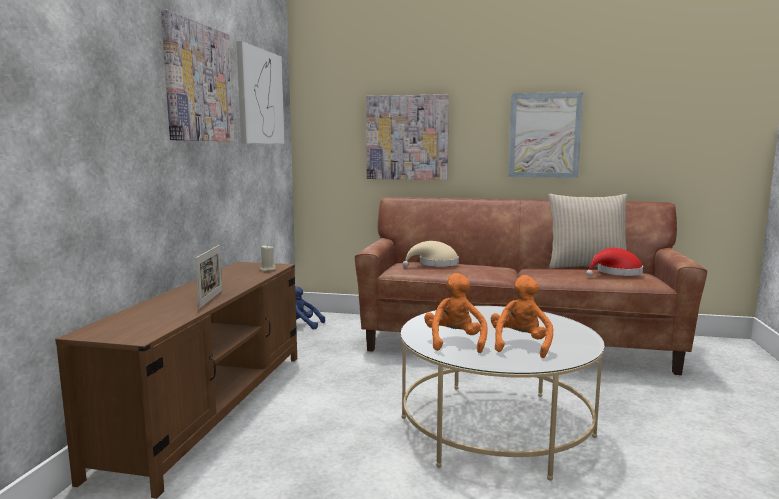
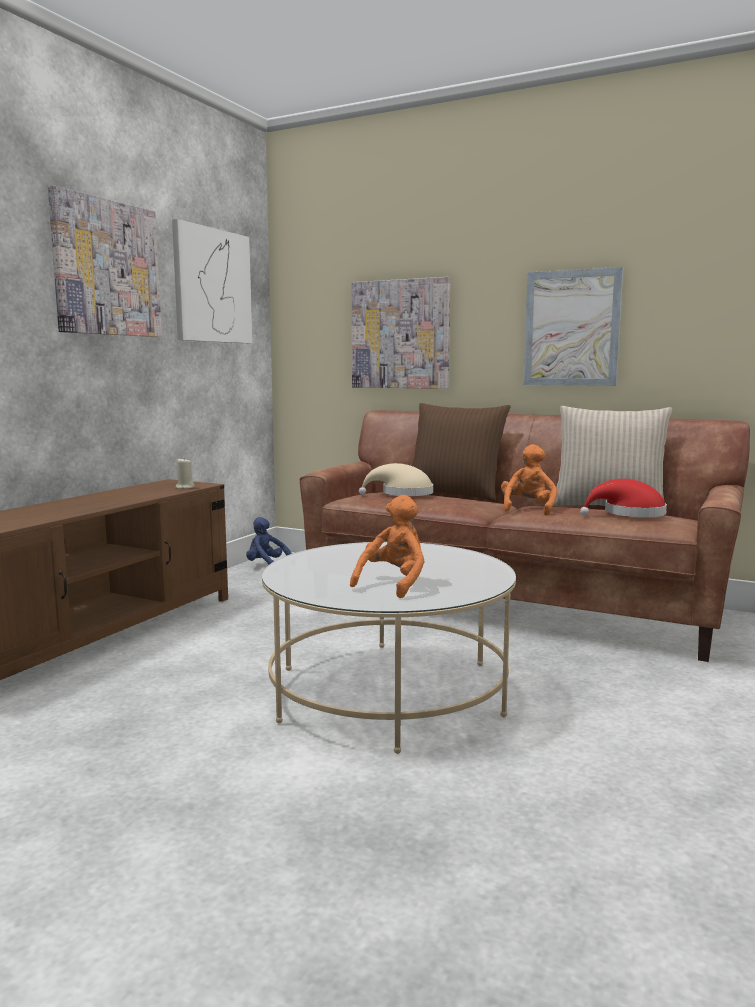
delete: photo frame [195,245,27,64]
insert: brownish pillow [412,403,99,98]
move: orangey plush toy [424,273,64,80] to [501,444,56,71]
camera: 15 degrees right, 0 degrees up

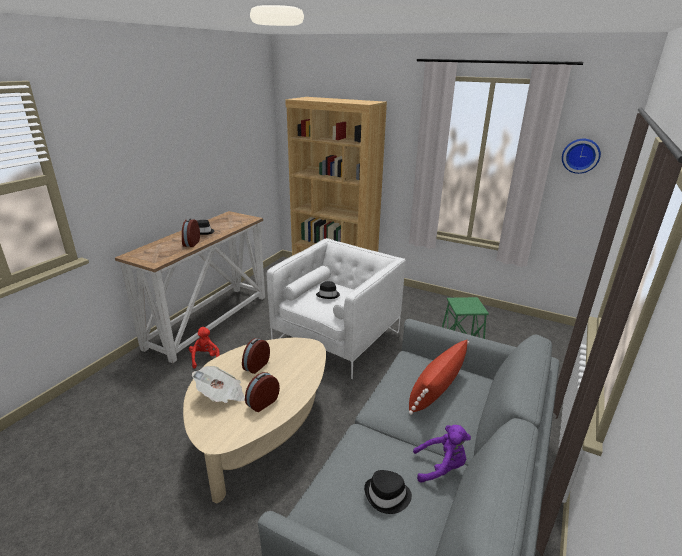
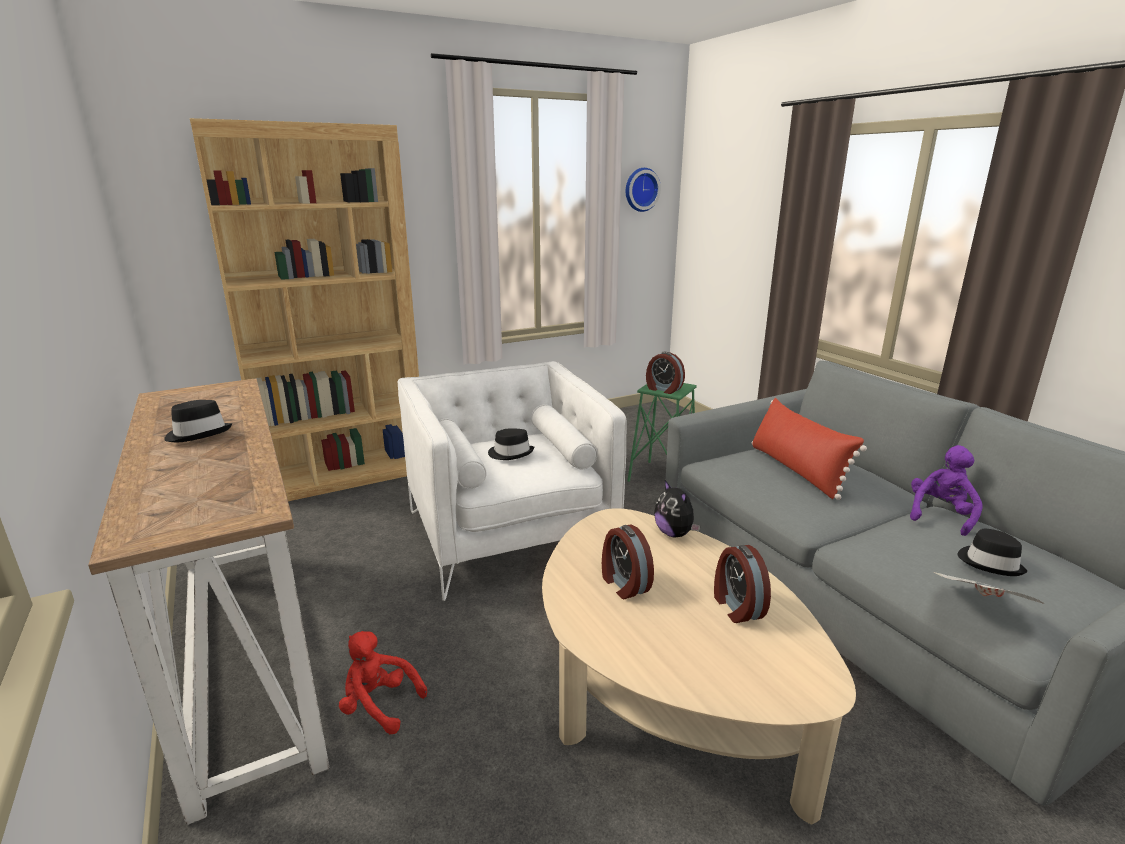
insert: plush toy [654,480,47,58]
move: alarm clock [182,218,18,29] to [646,352,39,42]; printed paper [192,366,53,37] to [934,572,111,32]
camera: 55 degrees left, 5 degrees down

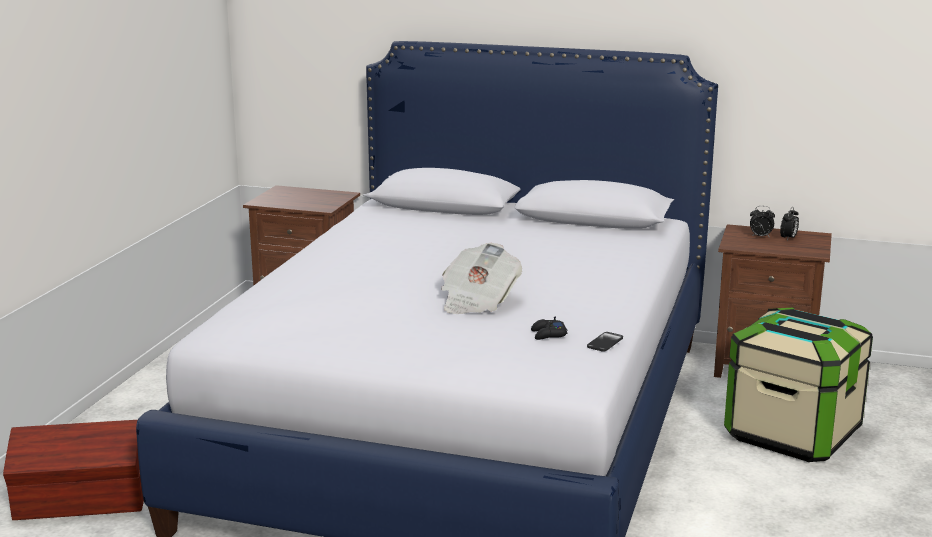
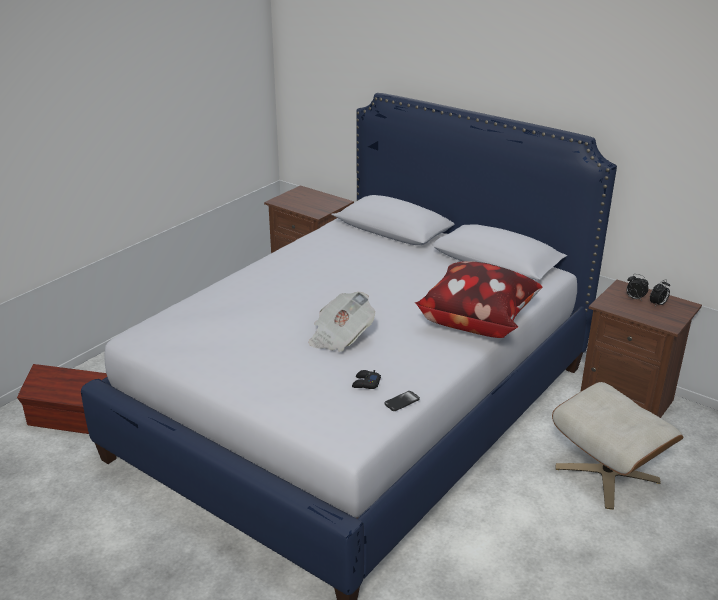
insert: pillow [415,261,127,77]
replace: storage bin [724,308,149,154] to beige pouffe [552,382,131,128]
camera: 20 degrees right, 10 degrees up

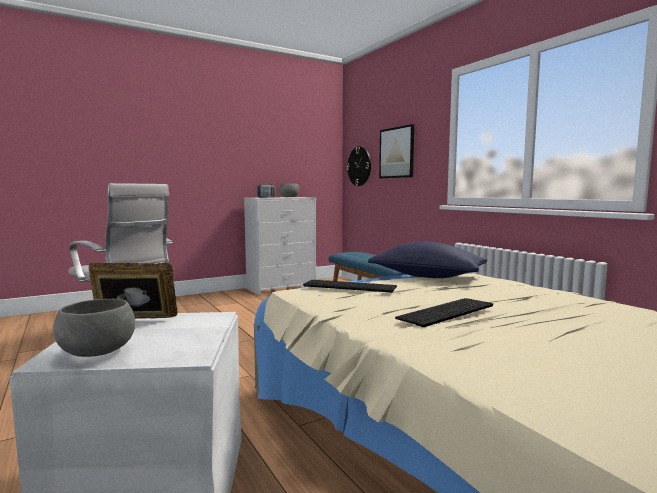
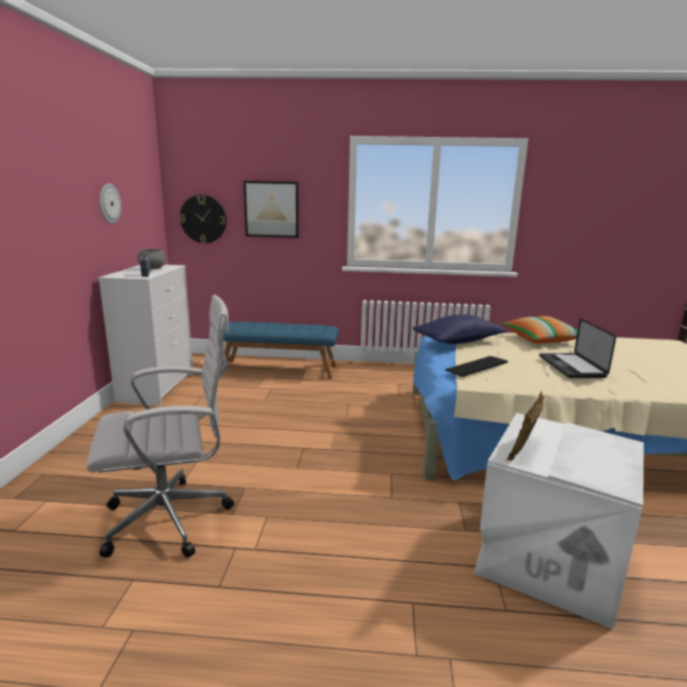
delete: gray deep dish [53,299,82,58]
insert: clock on the wall [100,184,21,40]; pillow [502,316,76,28]
replace: keyboard [395,298,98,29] to laptop [539,318,77,60]
camera: 55 degrees left, 10 degrees up

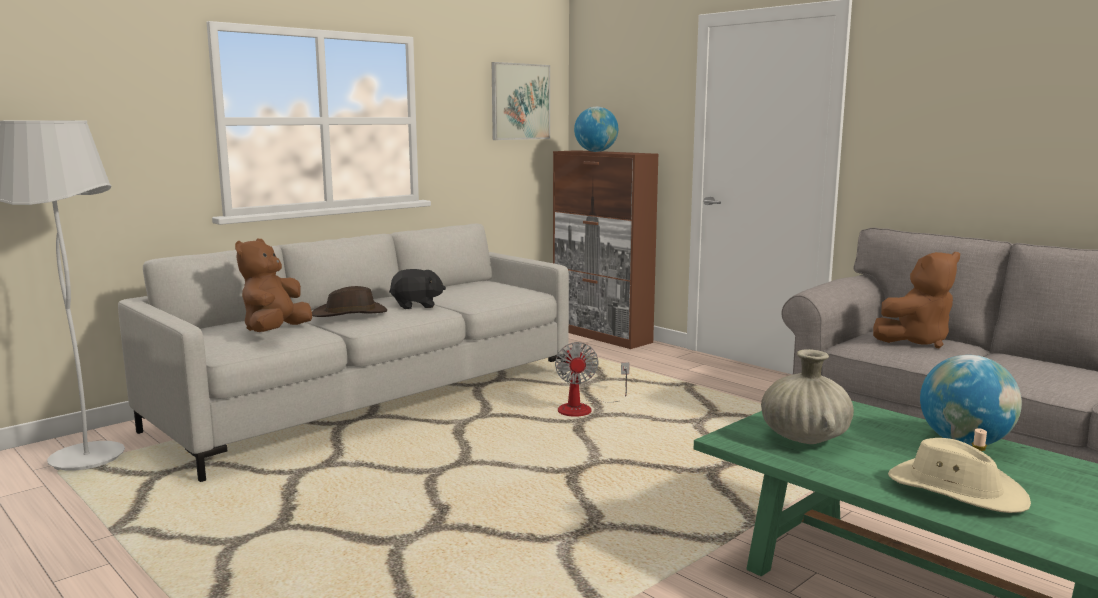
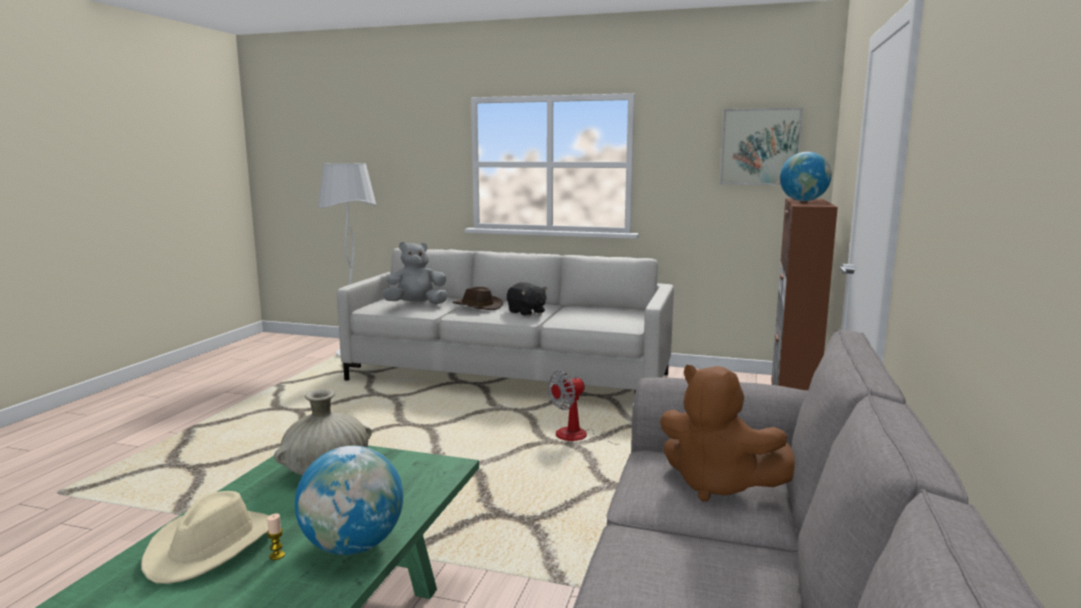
recolor: brownish plush toy [235,239,77,93] to gray plush toy [382,242,66,62]
camera: 60 degrees right, 0 degrees up

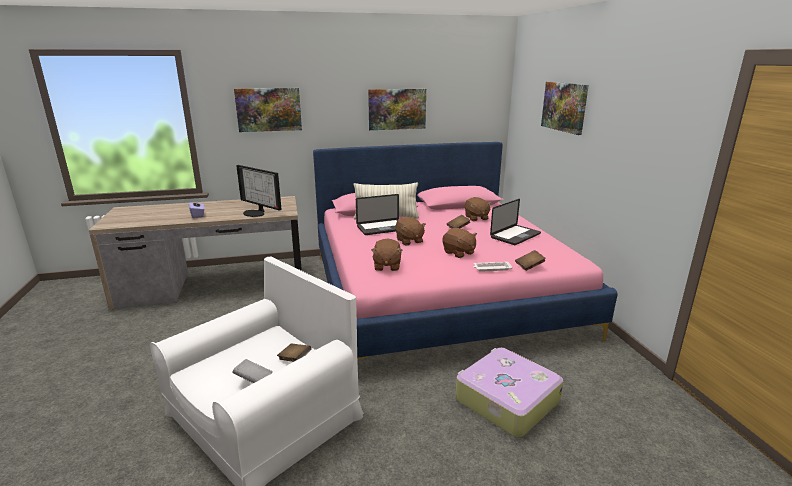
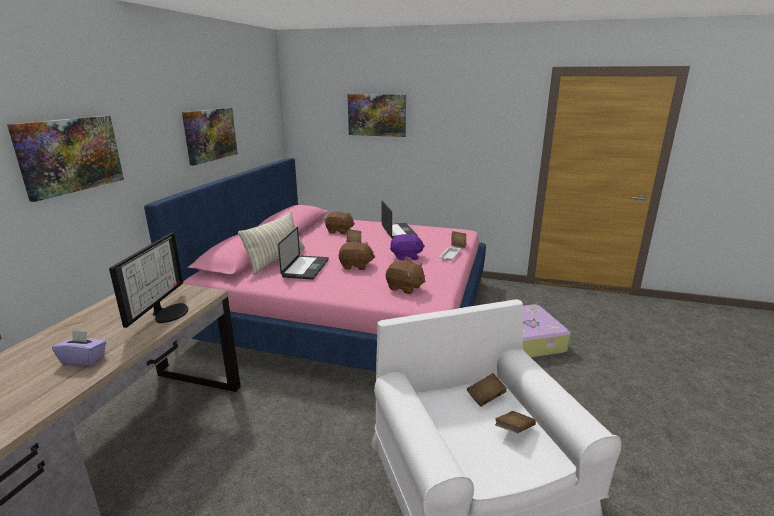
recolor: brownish plush toy [442,228,35,30] to purplish plush toy [390,234,35,26]; gray book [232,359,40,24] to brownish book [495,411,41,22]
rotate: computer screen [236,165,46,52] = [109,233,80,95] 60 degrees counterclockwise
camera: 60 degrees left, 0 degrees up

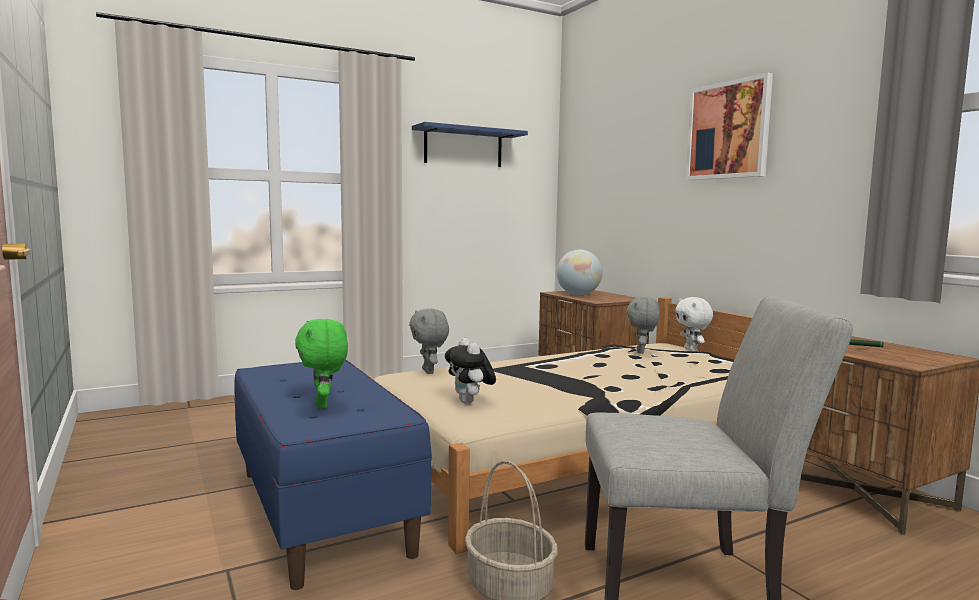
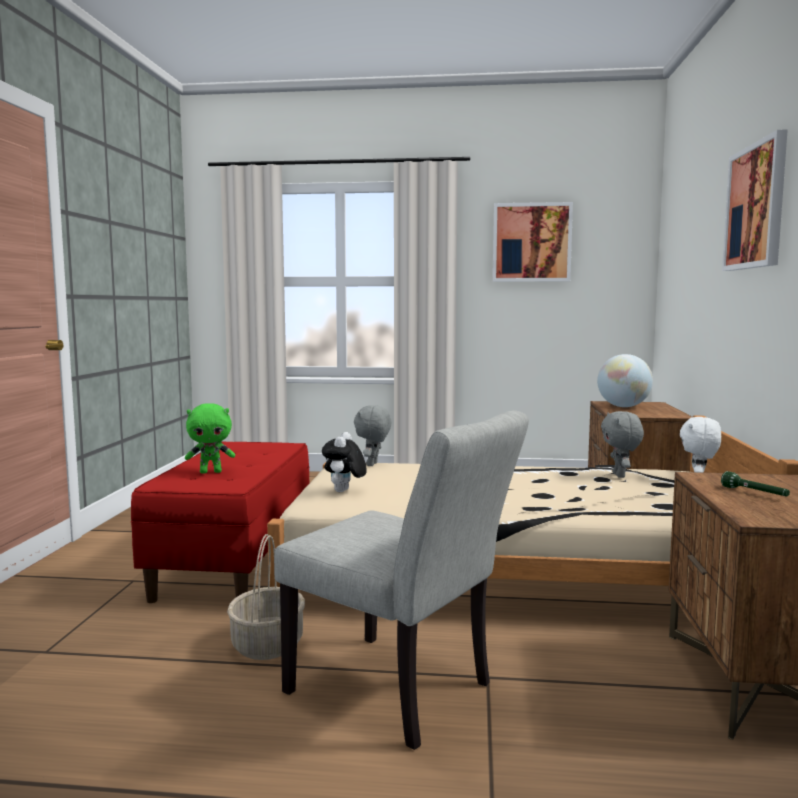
replace: bluish bracket shelf [412,122,116,45] to picture [493,202,80,80]
recolor: bluish indoor bench [234,360,198,230] to red-coloured indoor bench [131,441,179,162]
rotate: green-coloured plush toy [295,319,53,90] = [185,403,50,71] 120 degrees counterclockwise; gray plush toy [627,297,33,57] = [601,411,43,67] 45 degrees counterclockwise
camera: 35 degrees right, 0 degrees up

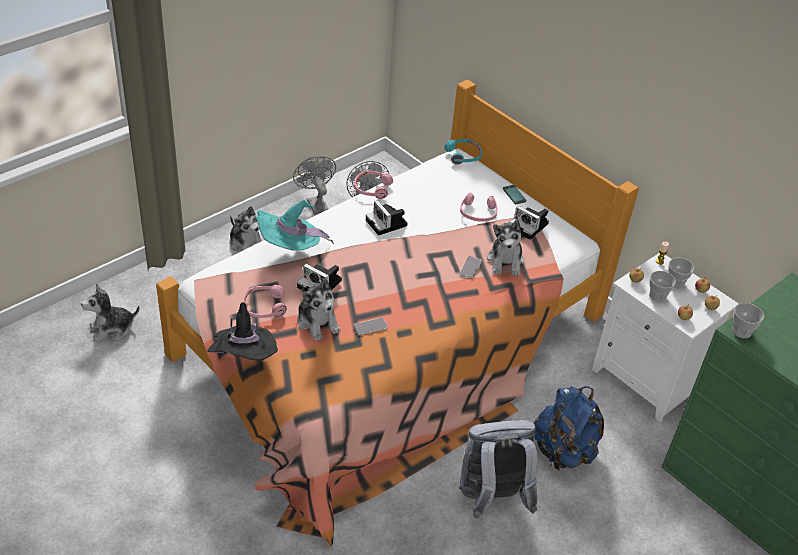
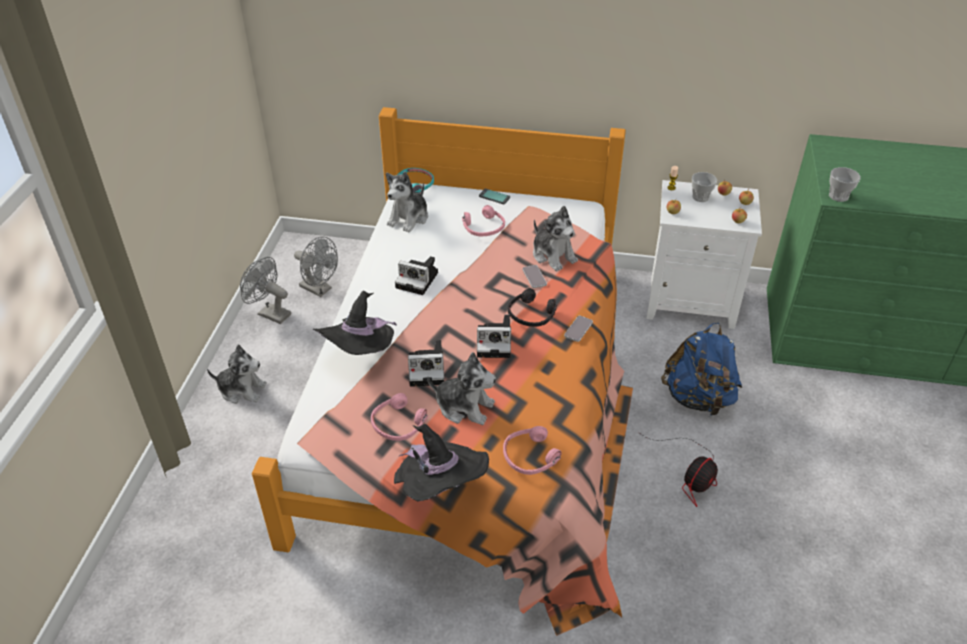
delete: small cup [649,271,27,31]
insert: black-coloured headset [508,288,49,39]
move: plush toy [81,283,58,59] to [386,172,42,61]; still camera [510,206,39,34] to [477,315,34,43]; pink headset [354,171,39,28] to [503,426,59,49]; telephone [354,318,34,17] to [564,316,29,26]
replace: gray rucksack [459,420,79,99] to fan [639,433,79,74]
recolor: turquoise wearable hat [255,199,79,52] to black-coloured wearable hat [313,291,84,64]
camera: 35 degrees left, 0 degrees up

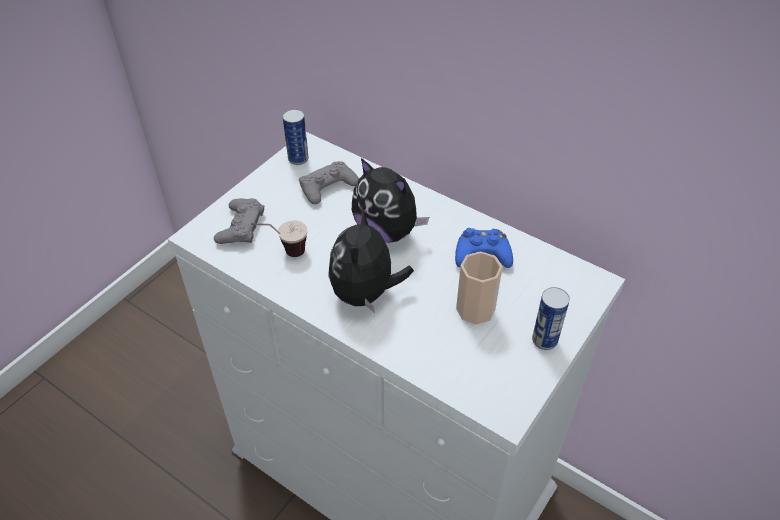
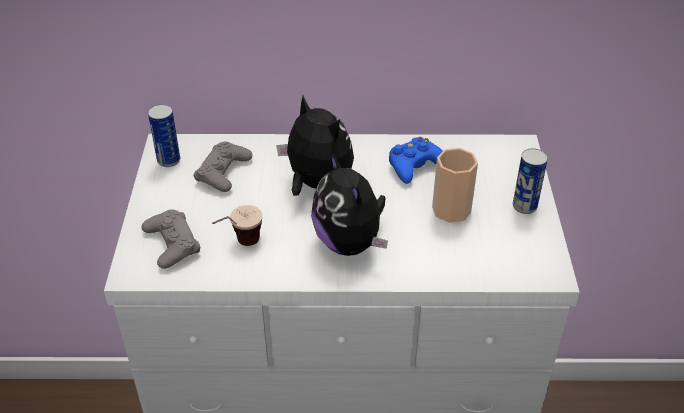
rotate: plush toy [352,158,77,85] = [276,96,78,100] 135 degrees counterclockwise
camera: 35 degrees left, 5 degrees down

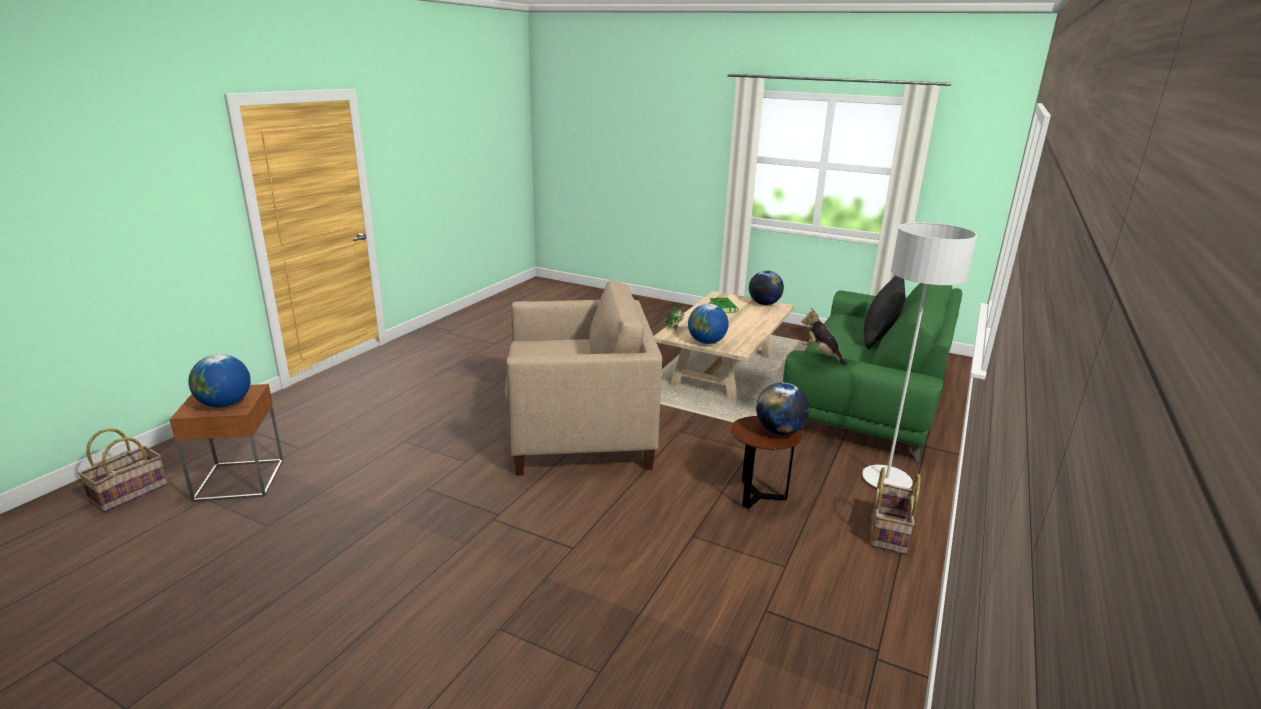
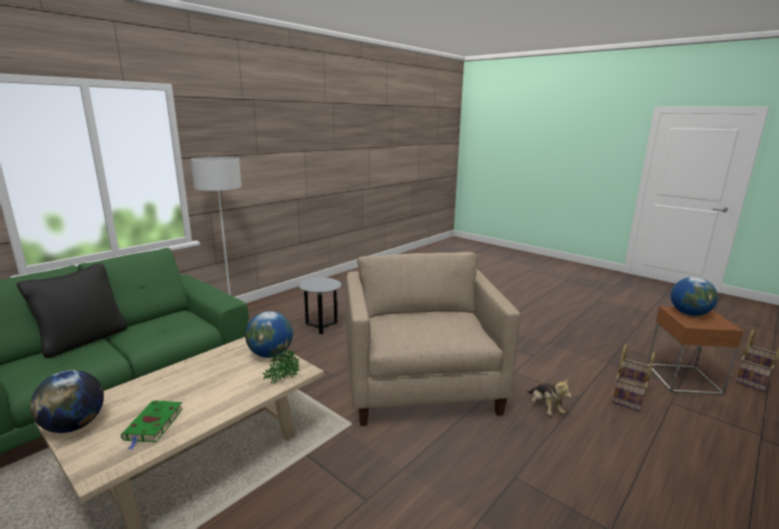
delete: desk globe [756,383,54,52]
move: plush toy [801,308,46,58] to [527,379,45,36]; basket [871,467,50,88] to [612,344,43,67]
recolor: brownish end table [730,416,72,93] to gray end table [298,278,43,56]
rotate: beige lounge chair [505,280,157,196] = [346,252,174,174] 75 degrees clockwise
camera: 165 degrees left, 5 degrees down

